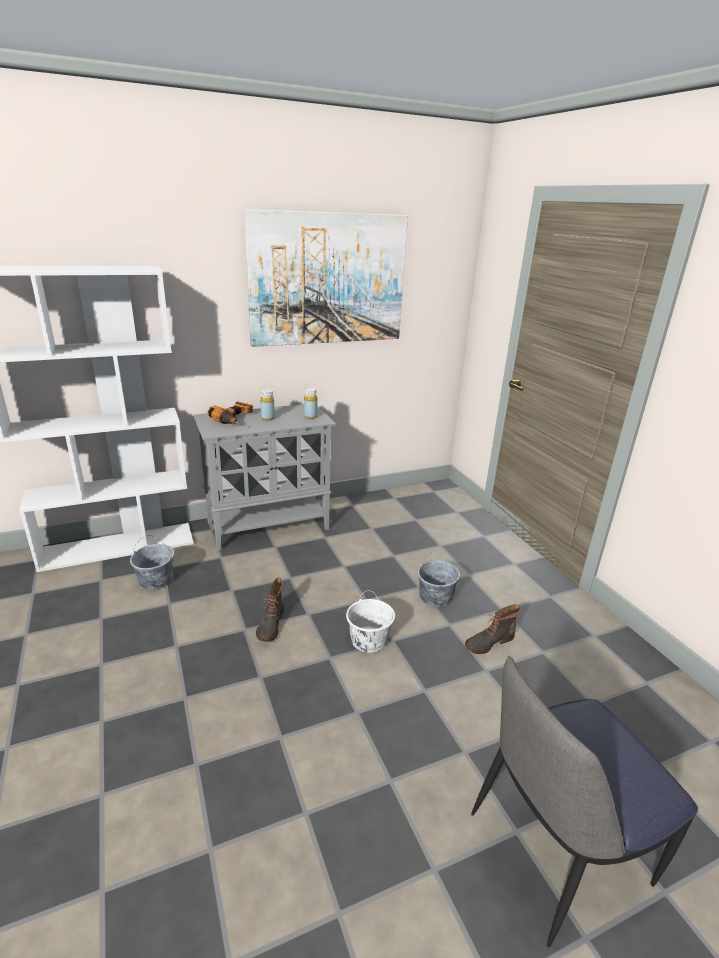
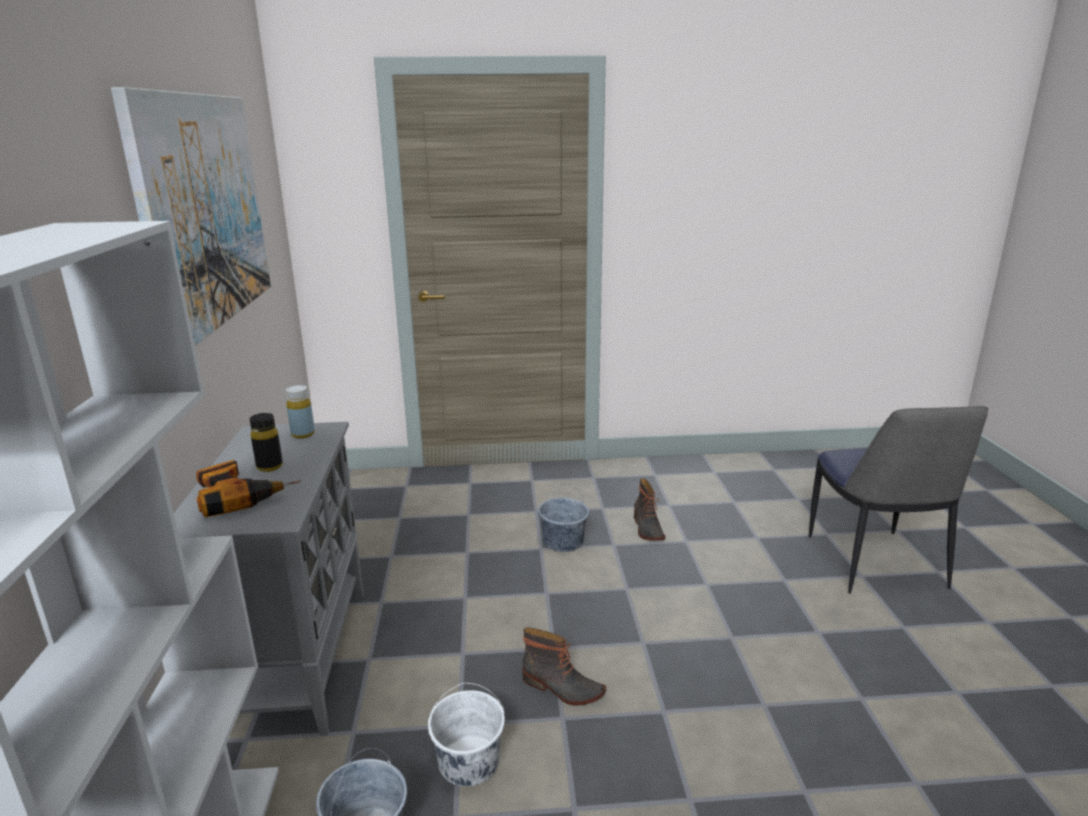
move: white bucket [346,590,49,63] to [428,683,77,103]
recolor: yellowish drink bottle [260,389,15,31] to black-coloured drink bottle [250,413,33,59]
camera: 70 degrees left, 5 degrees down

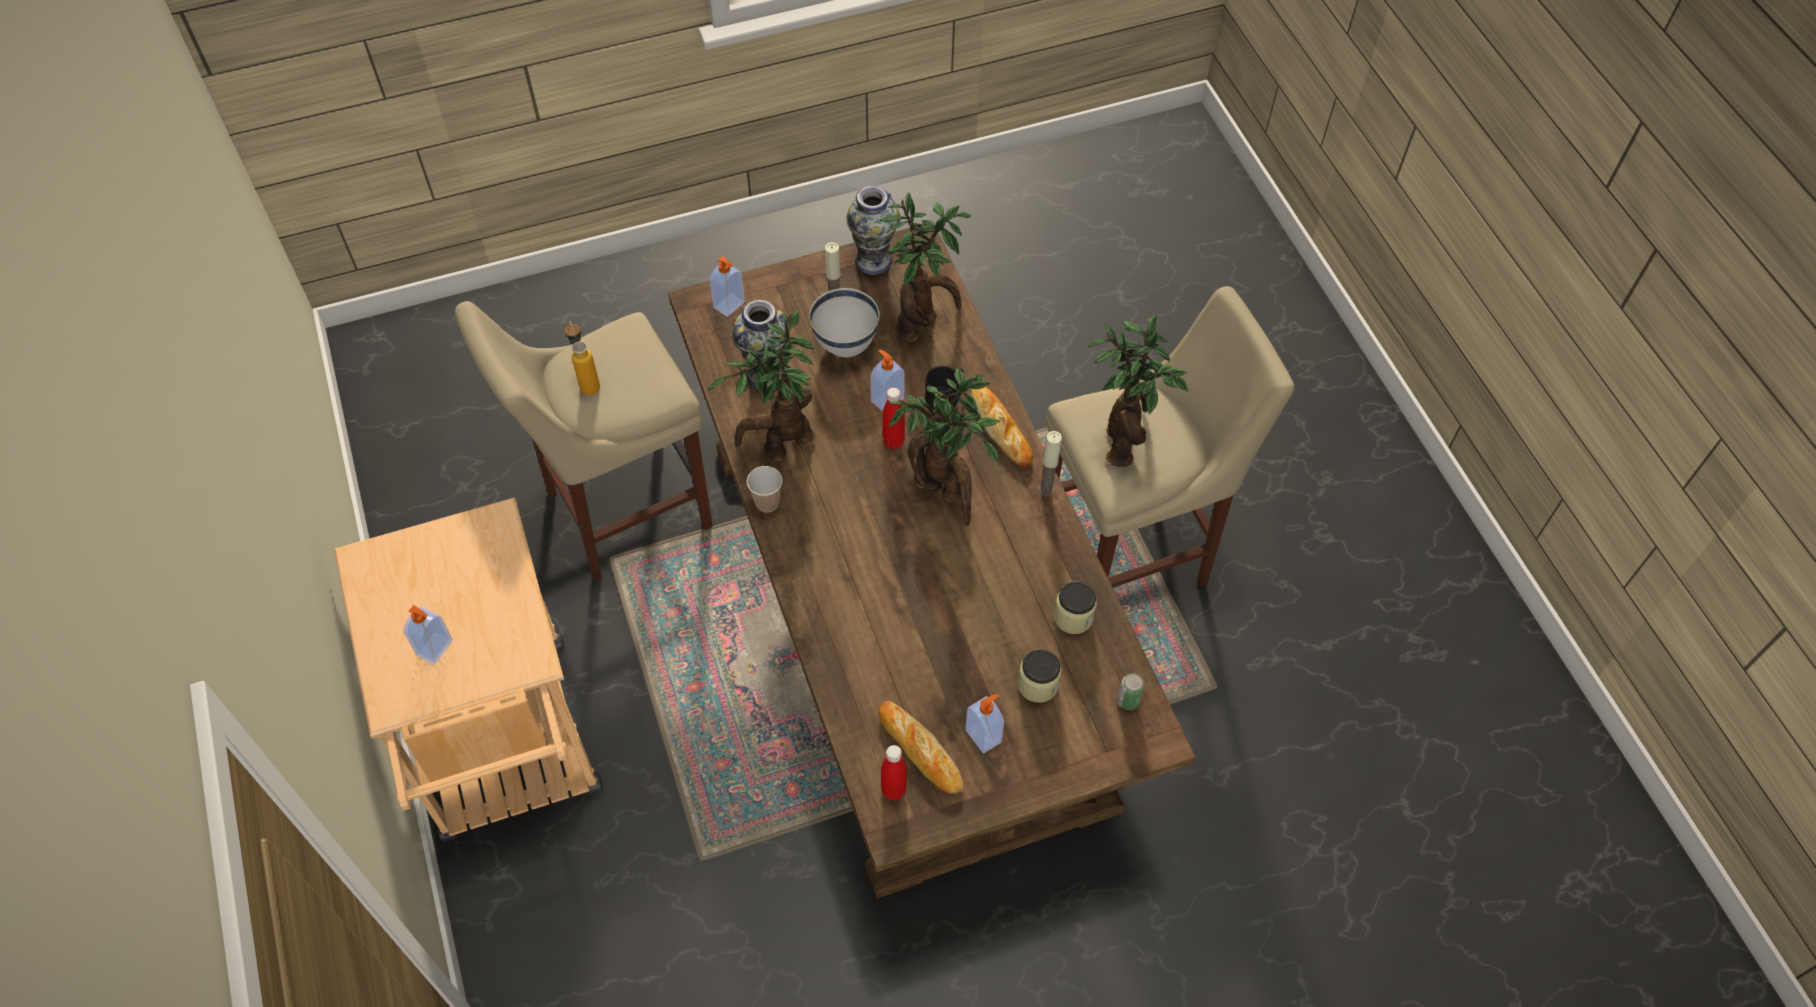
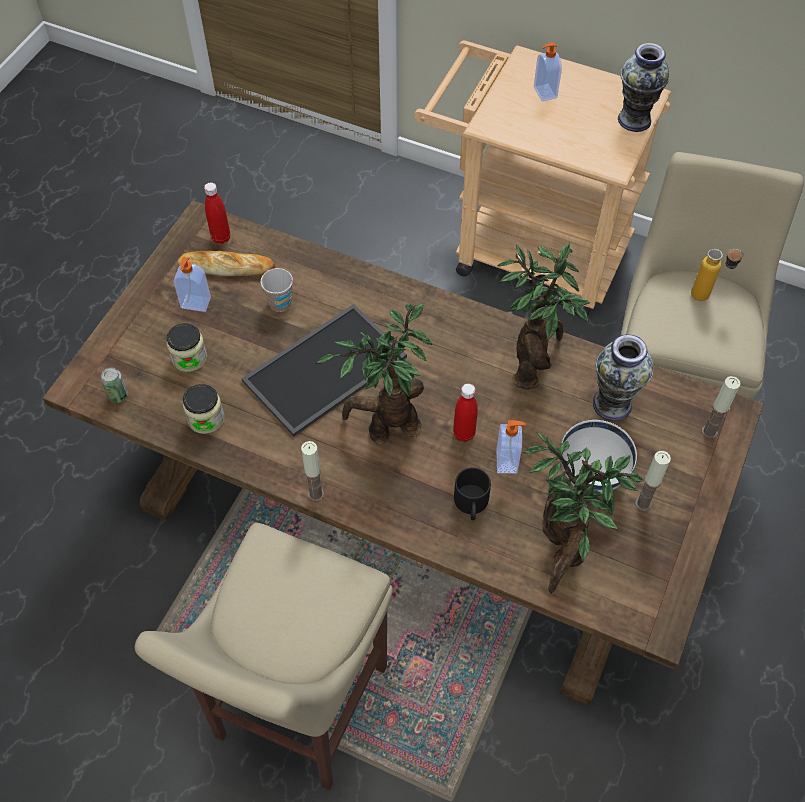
delete: bakery bread [971,387,62,80]; potted plant [1088,314,101,153]
insert: serving tray [241,304,166,132]
move: small cup [747,466,36,47] to [260,268,33,44]; vase [847,185,53,90] to [618,43,51,89]
replace: soap bottle [710,256,35,61] to candle [702,376,39,63]
camera: 135 degrees right, 0 degrees up

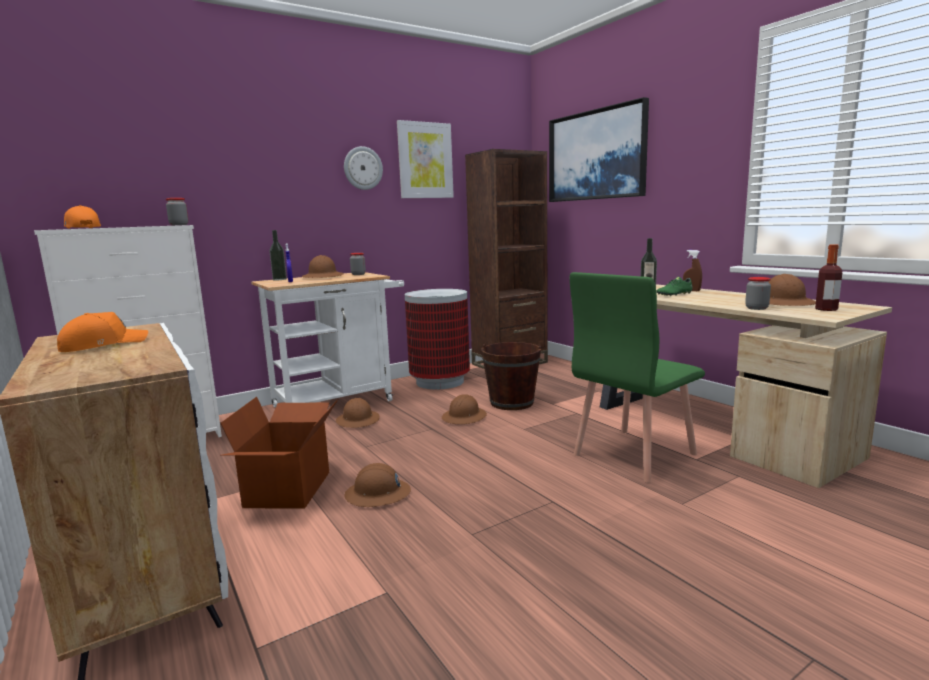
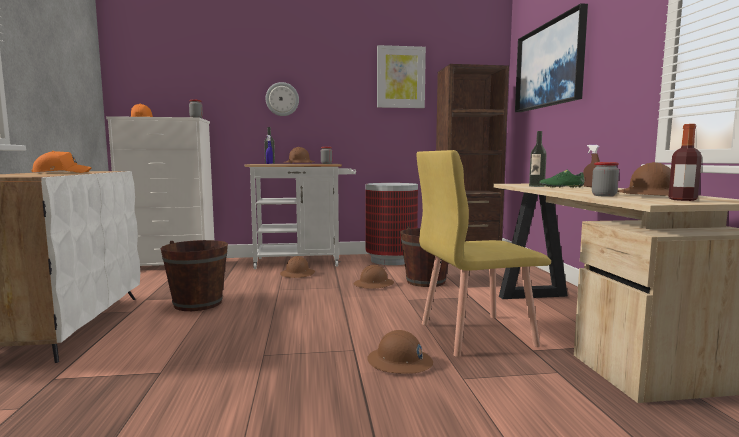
move: clock on the wall [344,146,39,44] to [266,82,33,34]; brownish hard hat [345,463,66,44] to [367,330,66,44]
replace: carton [220,397,118,112] to brownish bucket [161,240,67,71]
recolor: green-coloured chair [570,272,135,211] to yellowish chair [416,150,135,207]
camera: 25 degrees right, 5 degrees down

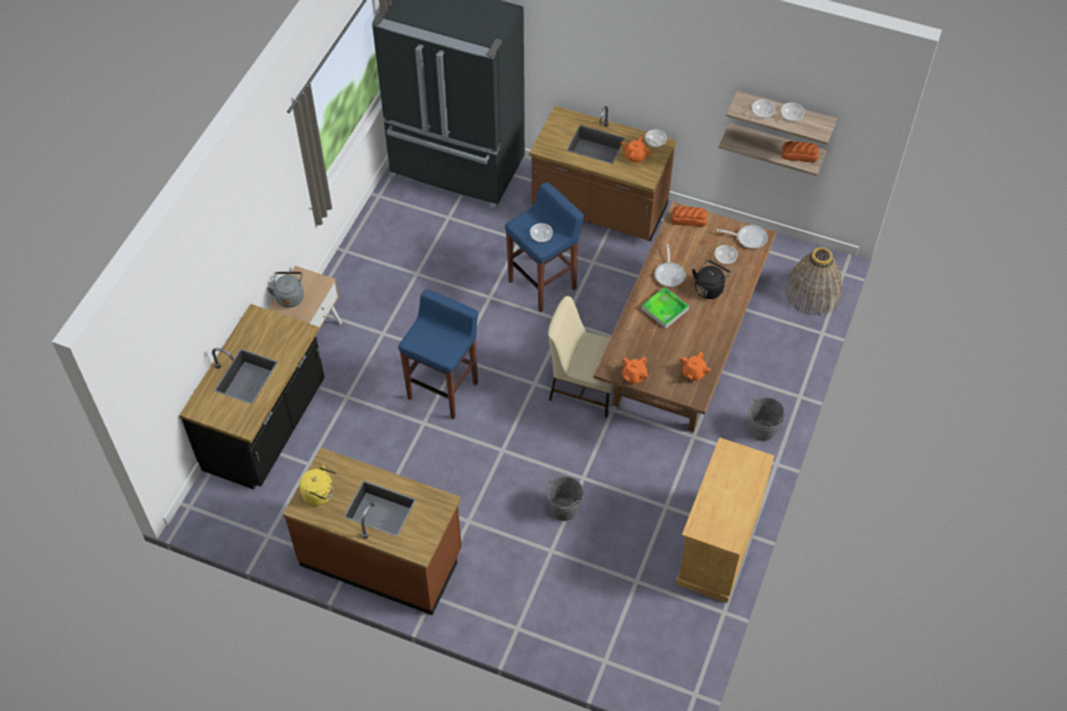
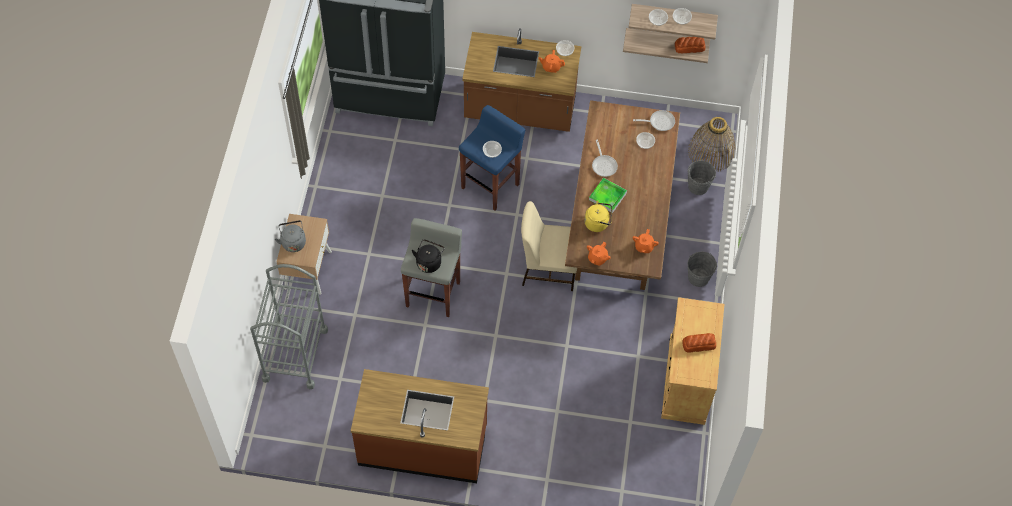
move: black-coloured tea kettle [692,260,39,39] to [412,239,33,34]; yellowish tea kettle [299,464,38,42] to [584,200,28,32]; bakery bread [671,206,36,21] to [682,333,34,19]; gray bucket [546,476,38,45] to [688,161,28,34]
replace: black-coloured kitchen base unit [179,304,146,186] to gray cart [250,264,78,125]
recolor: bluish sitting stool [398,289,80,130] to gray sitting stool [401,218,61,99]
camera: 15 degrees left, 5 degrees up

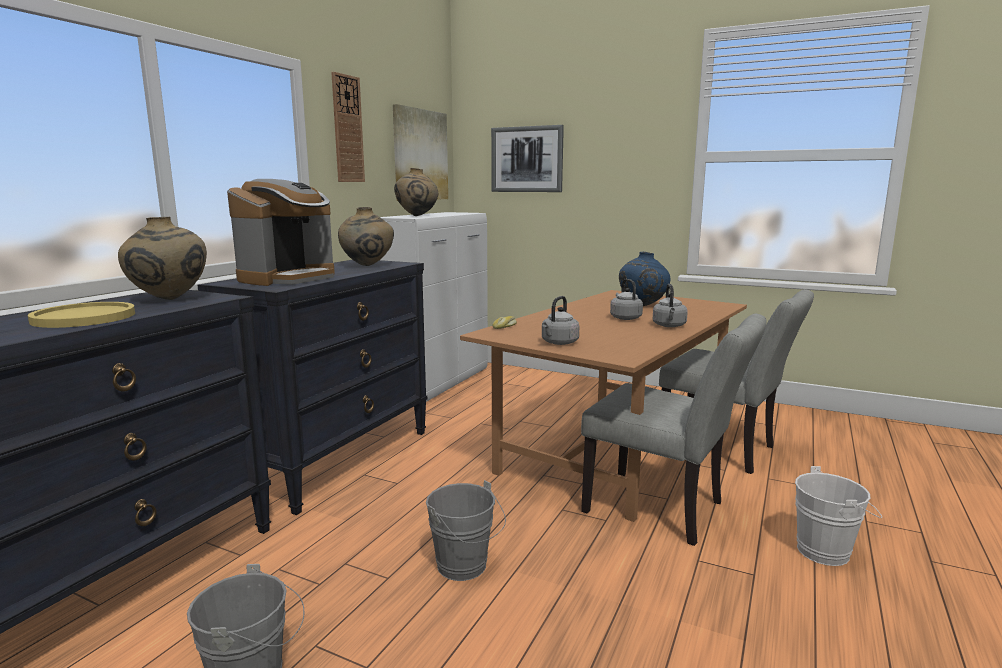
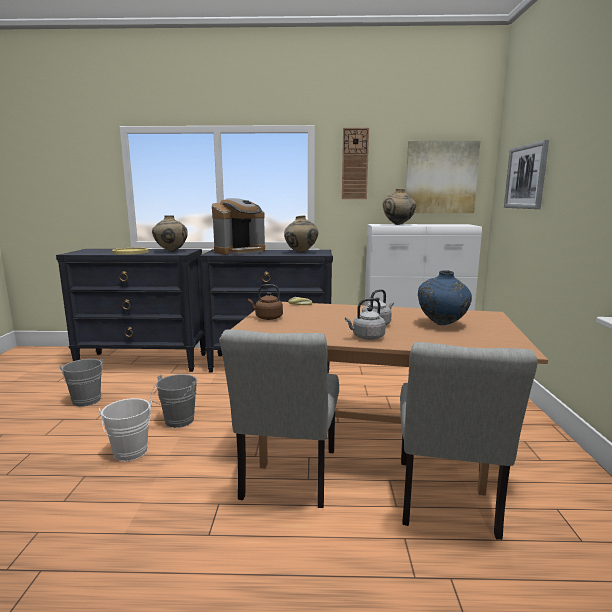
move: white bucket [795,466,87,100] to [99,398,53,63]
recolor: gray tea kettle [542,296,37,49] to brownish tea kettle [248,284,35,36]
rotate: coffee brewer [227,179,108,107] = [212,198,53,57] 45 degrees counterclockwise
camera: 65 degrees right, 0 degrees up

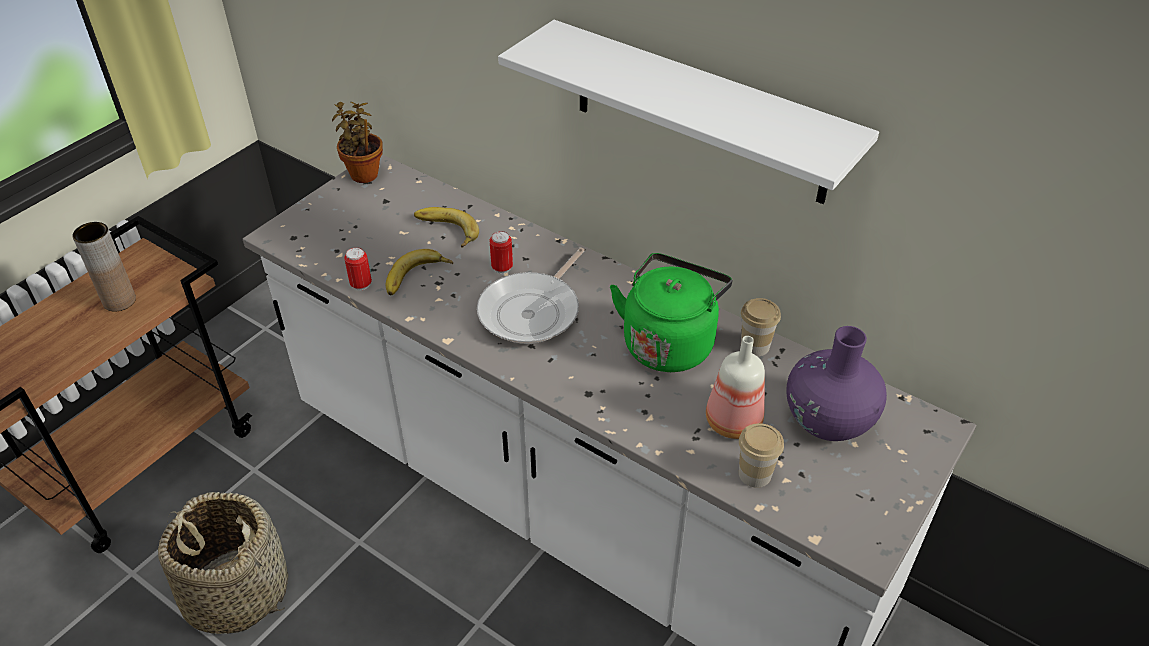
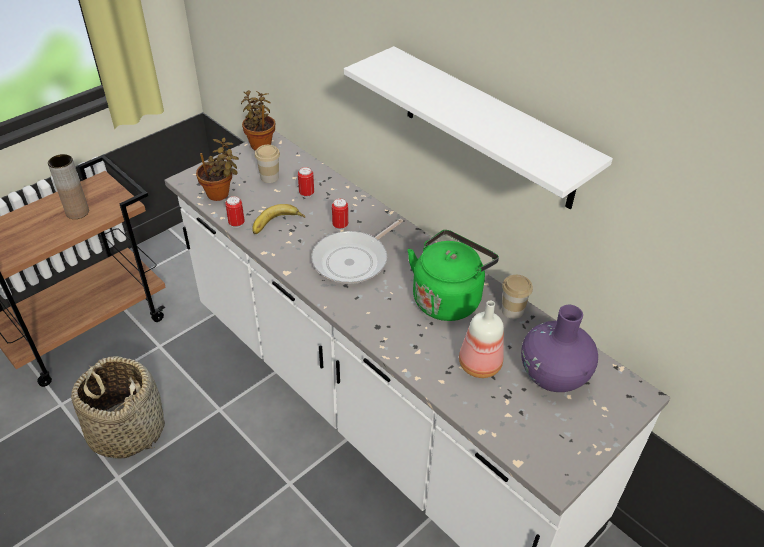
insert: potted plant [196,137,43,64]
move: small cup [739,423,45,65] to [255,145,25,38]
replace: banana fruit [414,207,65,40] to metal can [298,167,16,31]
camera: 10 degrees right, 0 degrees up

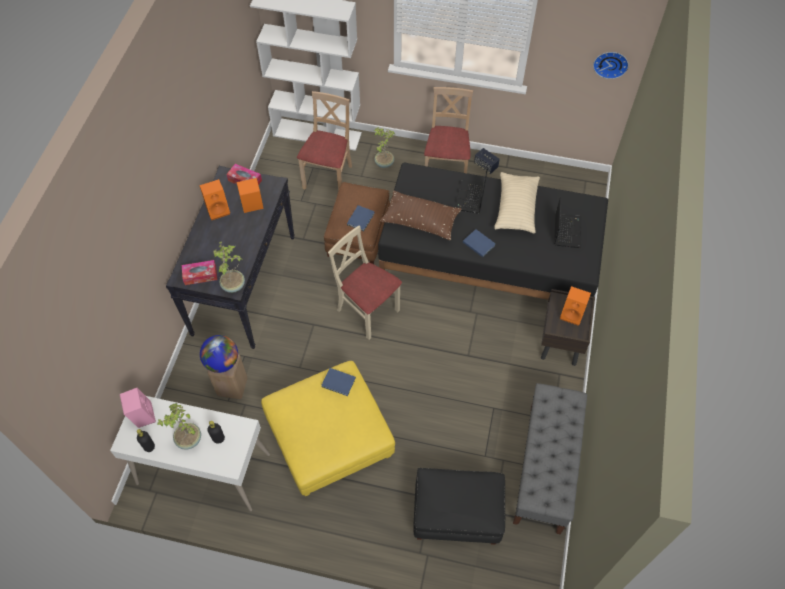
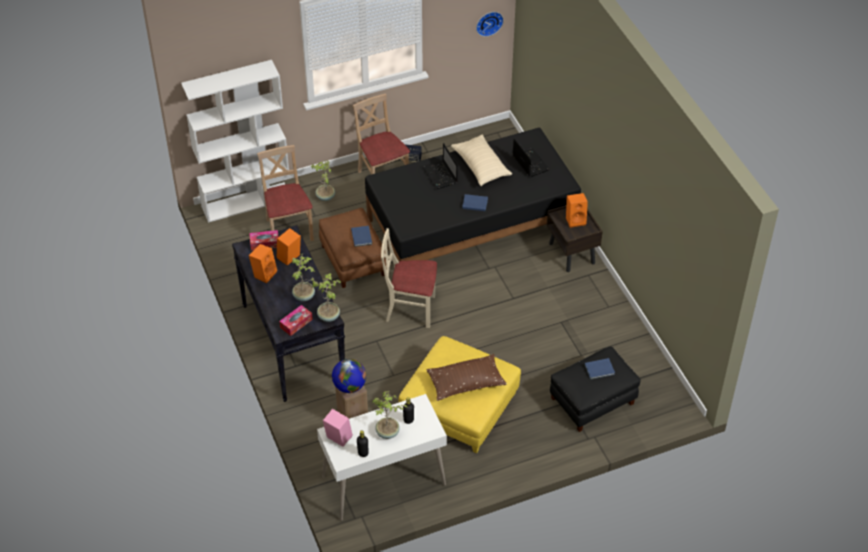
delete: gray indoor bench [513,383,74,152]
insert: potted plant [292,253,23,48]
move: brownish pillow [380,191,81,49] to [427,354,80,47]; bluish book [321,368,35,28] to [585,358,30,22]
camera: 35 degrees left, 10 degrees down

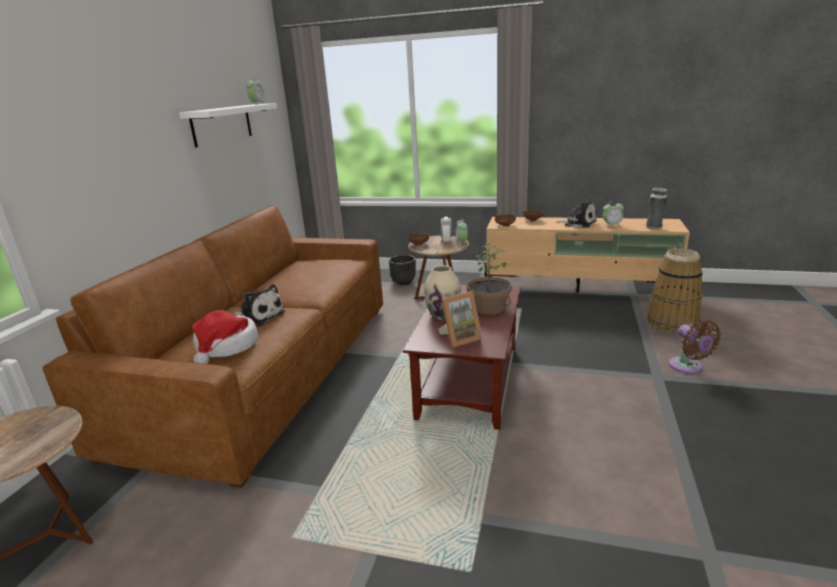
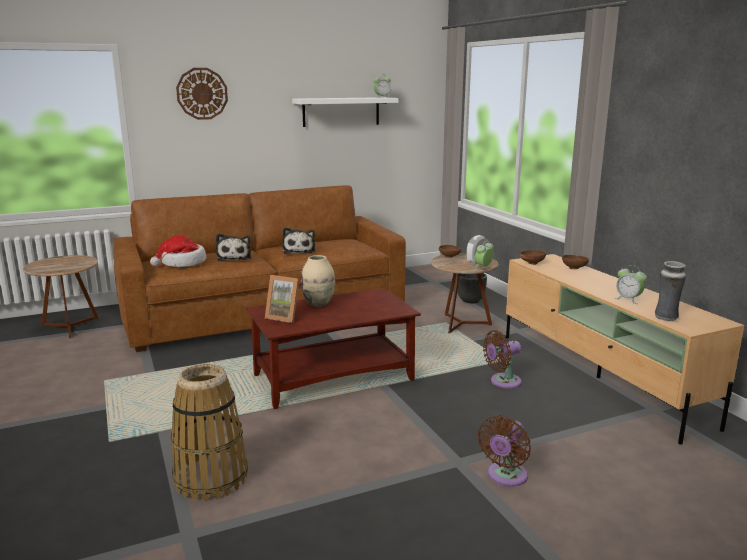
delete: potted plant [466,243,46,72]
insert: clock on the wall [176,68,52,52]; brownish fan [483,330,39,59]
move: basket [647,248,56,86] to [171,364,77,137]; plush toy [556,200,41,28] to [282,227,33,27]
camera: 50 degrees right, 5 degrees down

